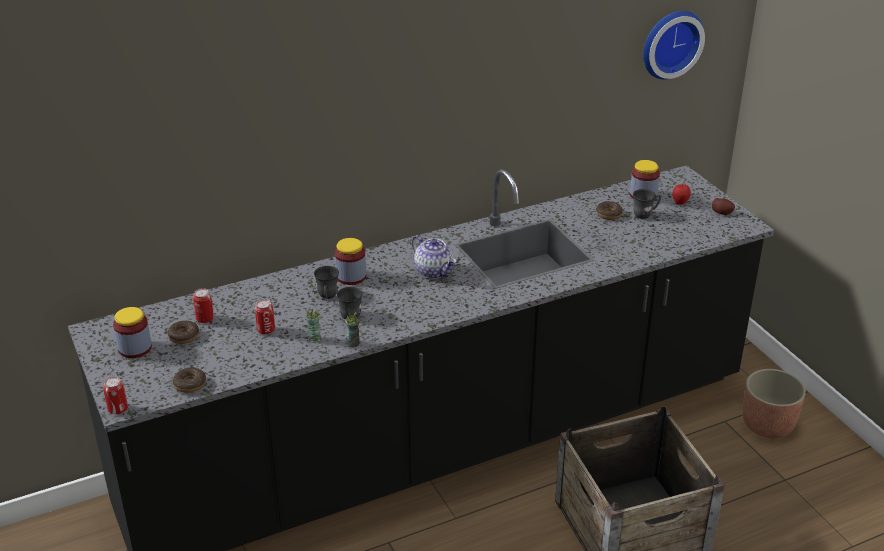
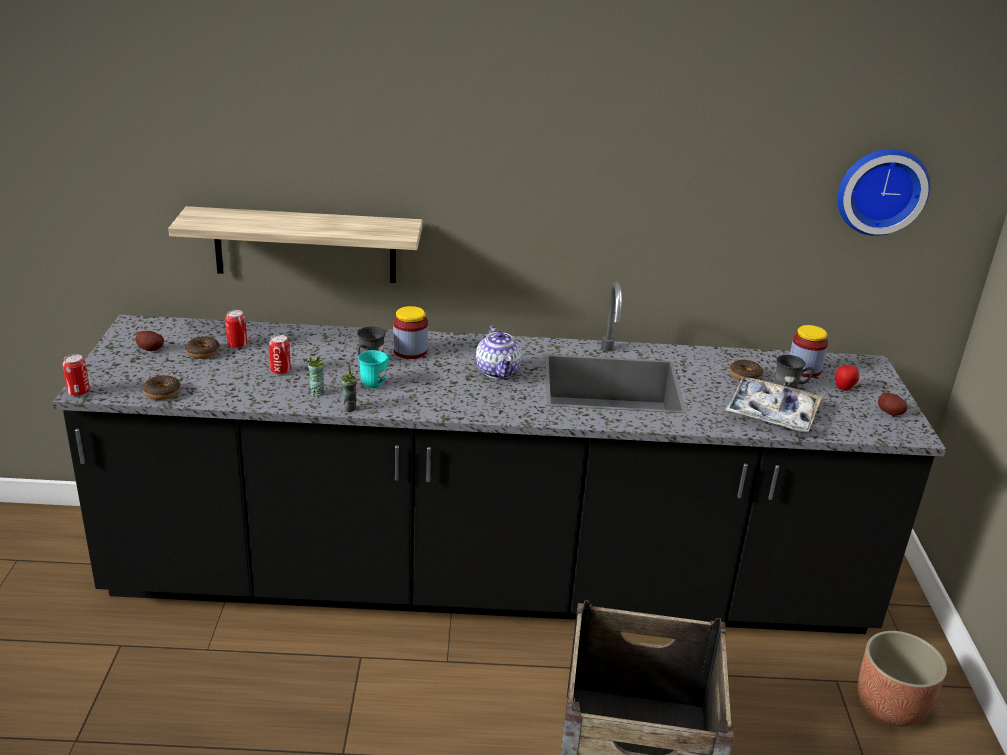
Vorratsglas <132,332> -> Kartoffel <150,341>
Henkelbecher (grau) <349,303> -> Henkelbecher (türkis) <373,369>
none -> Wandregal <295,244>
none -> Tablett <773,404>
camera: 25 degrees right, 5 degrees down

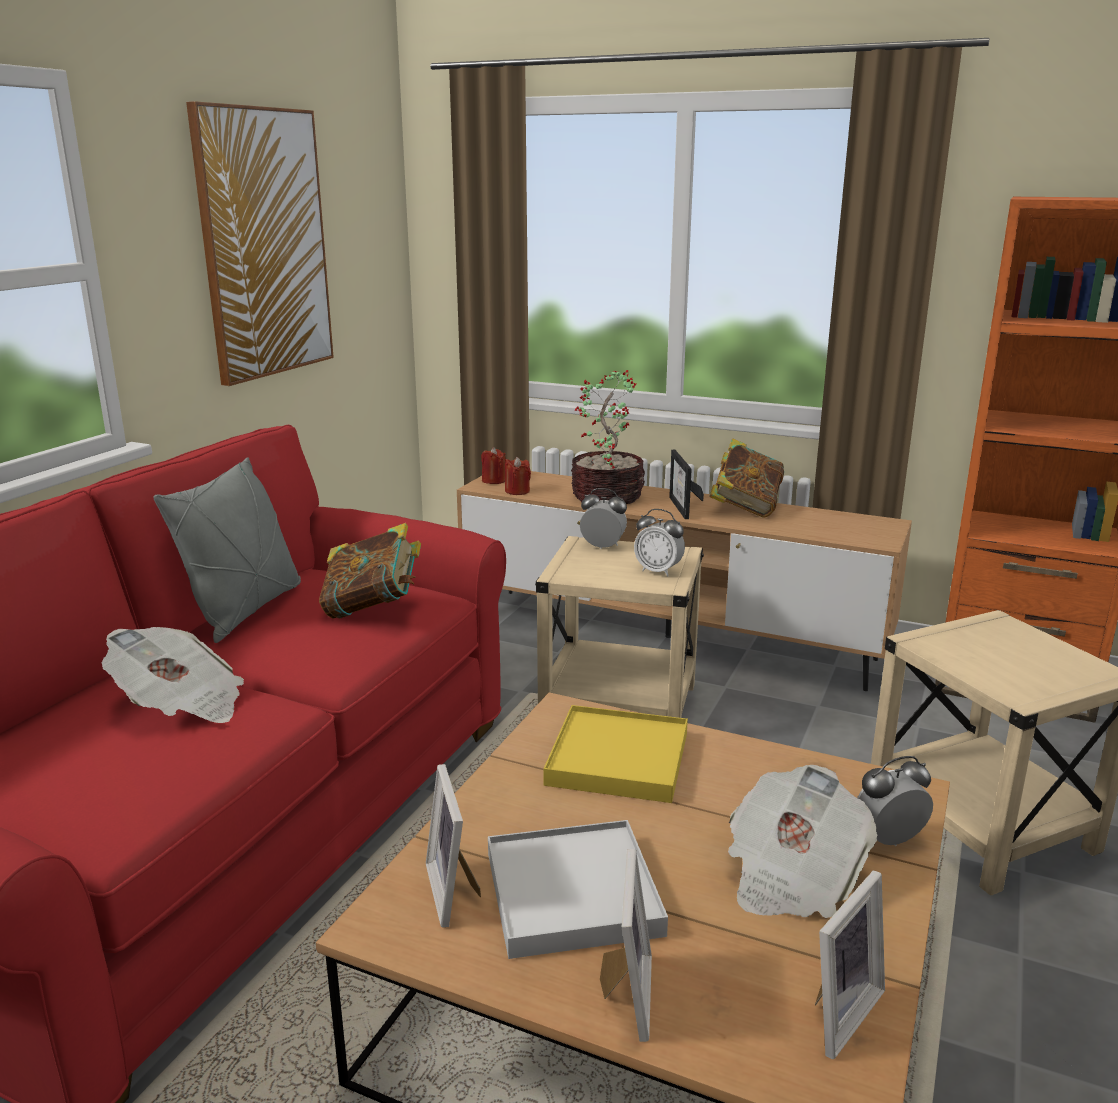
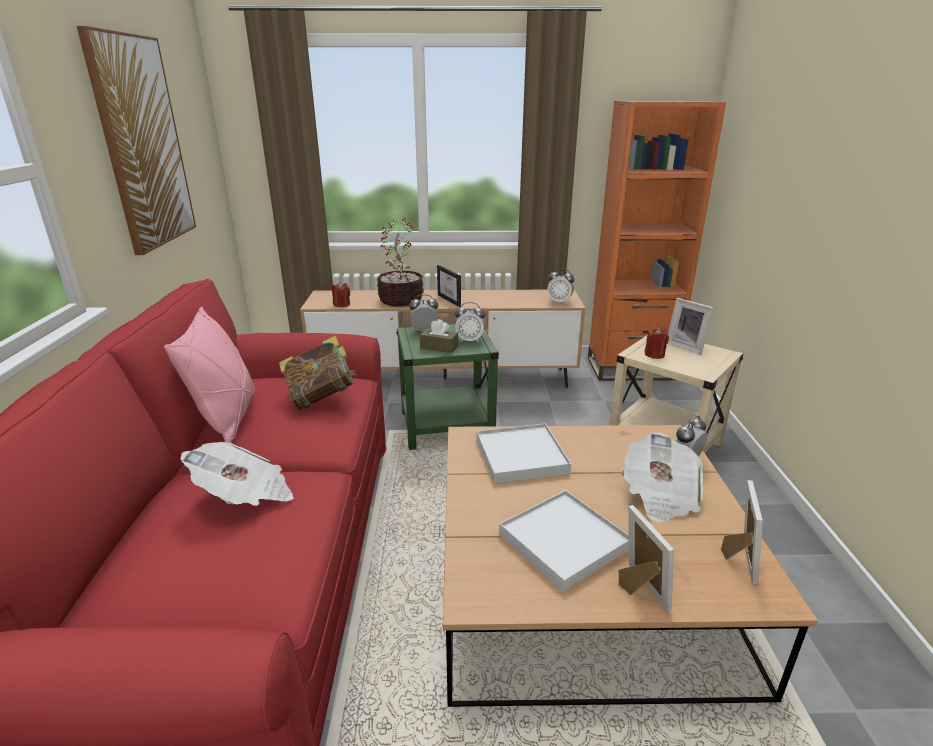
Kissen (grau) <227,550> -> Kissen (rosa) <209,375>
Bilderrahmen <453,846> -> Bilderrahmen <691,326>, relocated
Kerze (rot) <493,465> -> Kerze (rot) <657,343>, relocated
Beistelltisch (beige) <619,627> -> Beistelltisch (grün) <447,387>
Tablett (gelb) <615,754> -> Tablett (weiß) <523,453>
Buch <746,478> -> none
none -> Taschentuchbox (braun) <439,336>
none -> Wecker <561,286>
camera: 25 degrees left, 5 degrees up

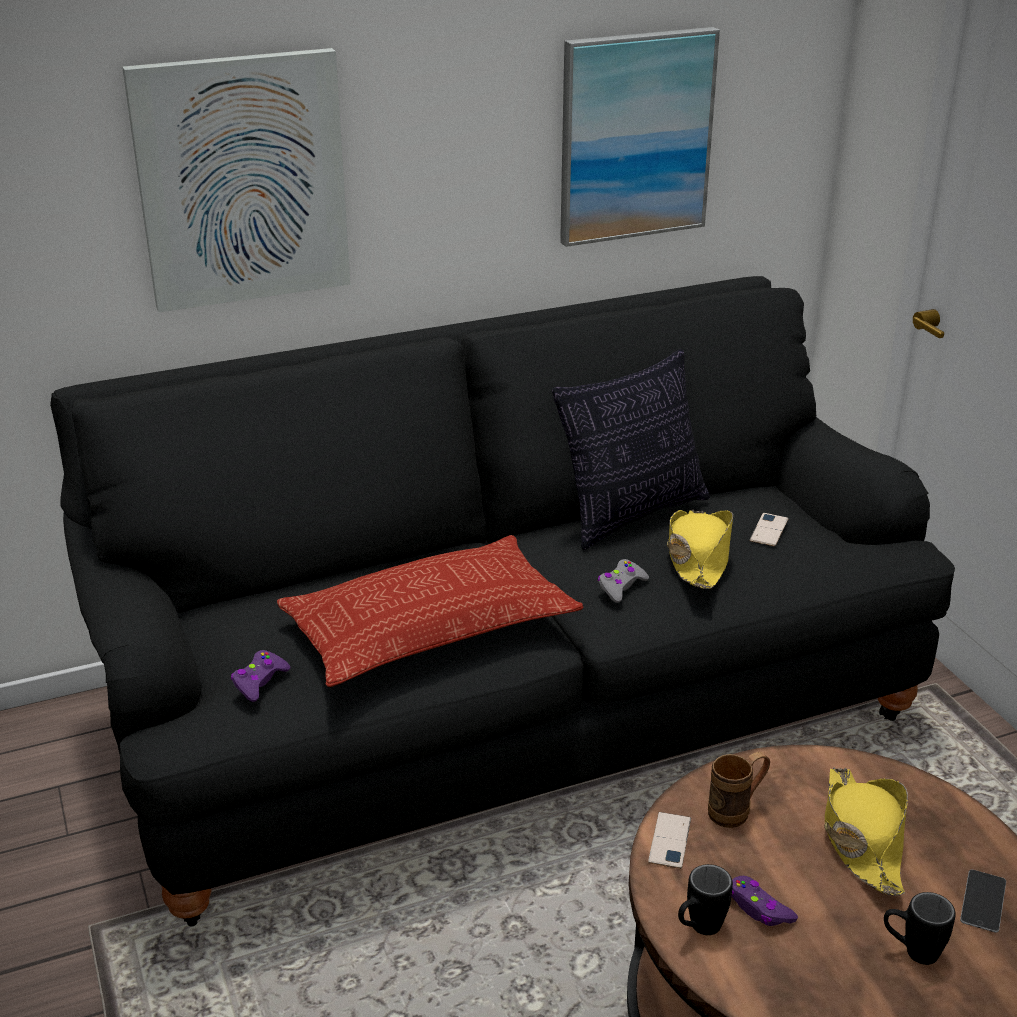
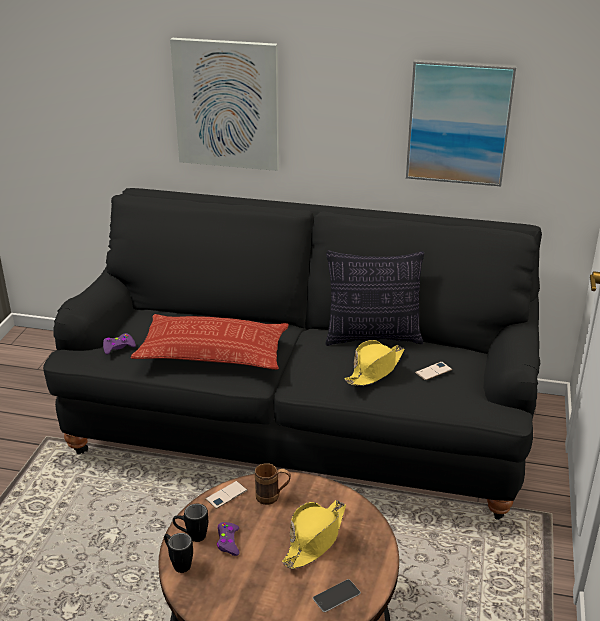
Gamepad (grau) <623,581> -> none
Henkelbecher (schwarz) <920,928> -> Henkelbecher (schwarz) <178,553>, relocated
camera: 35 degrees right, 0 degrees up

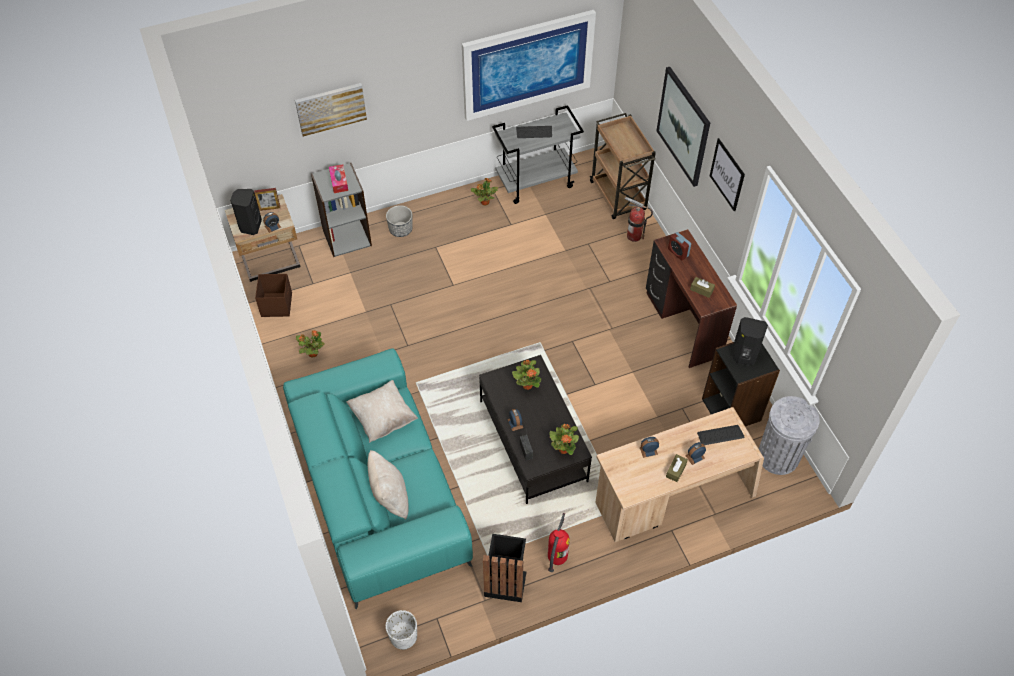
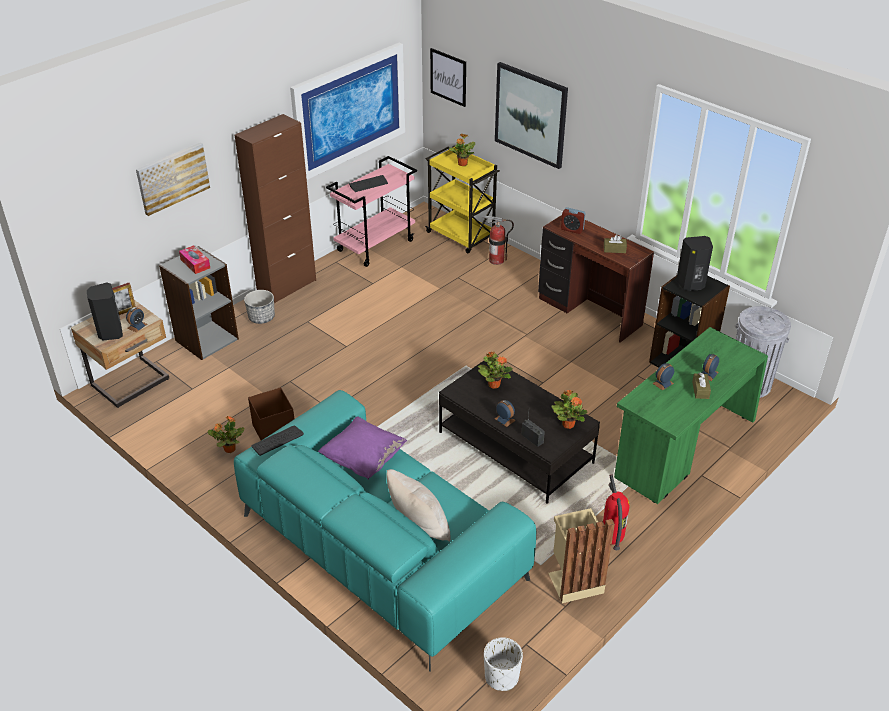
Aufbewahrungsbox (braun) <273,295> -> Aufbewahrungsbox (braun) <271,413>, relocated
Kissen (beige) <382,411> -> Kissen (lila) <362,447>
Topfpflanze <484,192> -> Topfpflanze <462,149>, relocated
Mülleimer (schwarz) <504,568> -> Mülleimer (beige) <581,555>
Rollwagen (grau) <538,154> -> Rollwagen (rosa) <371,211>
Rollwagen (braun) <623,166> -> Rollwagen (gelb) <462,199>
Schreibtisch (beige) <679,474> -> Schreibtisch (grün) <691,415>
Tastatur <720,435> -> Tastatur <277,441>, relocated
Bild <727,174> -> Bild <448,77>, relocated
none -> Schrank (braun) <275,208>
camera: 25 degrees left, 15 degrees down

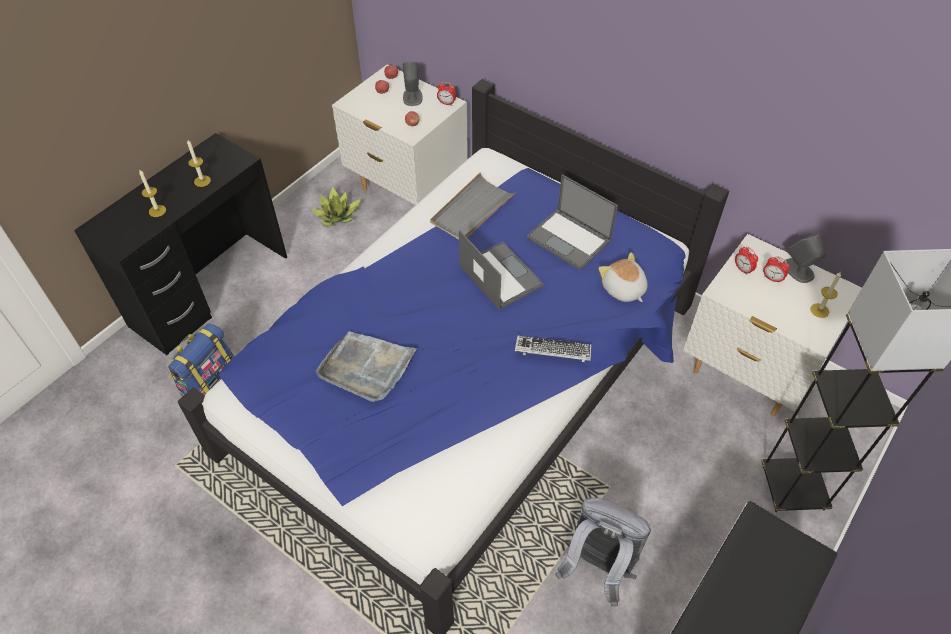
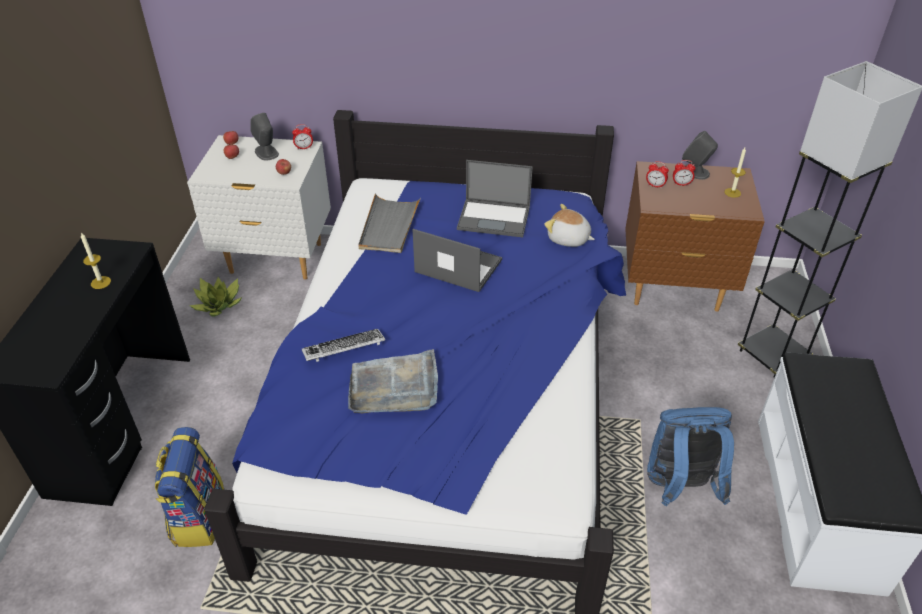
Kerze <152,193> -> none
Tastatur <553,349> -> Tastatur <343,345>, relocated
Rucksack (grau) <603,552> -> Rucksack (blau) <690,456>
Nachttisch (weiß) <772,325> -> Nachttisch (braun) <695,236>
camera: 30 degrees left, 10 degrees down

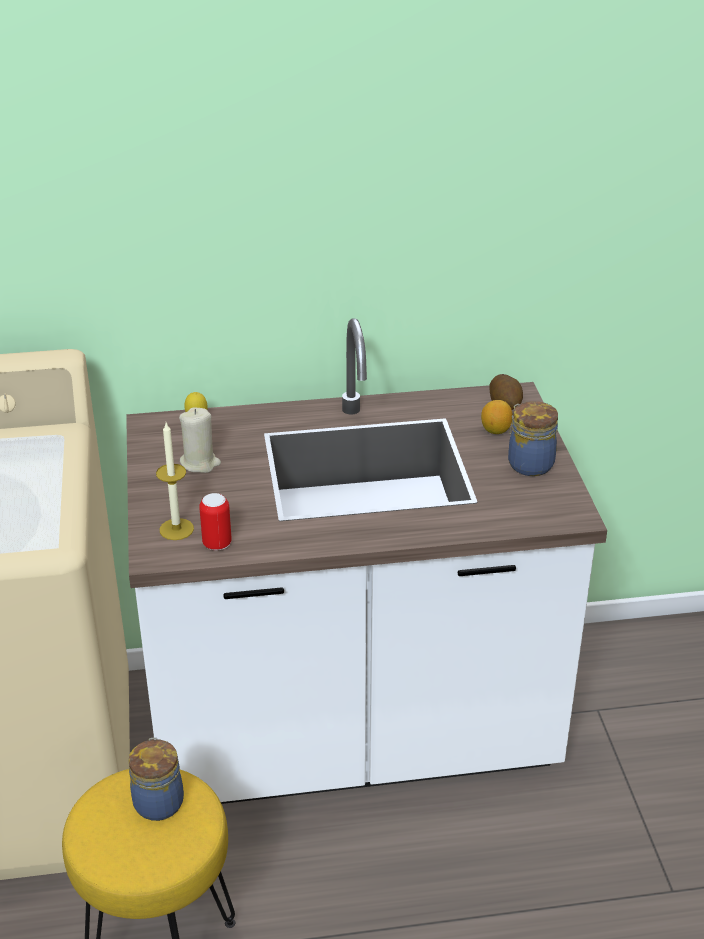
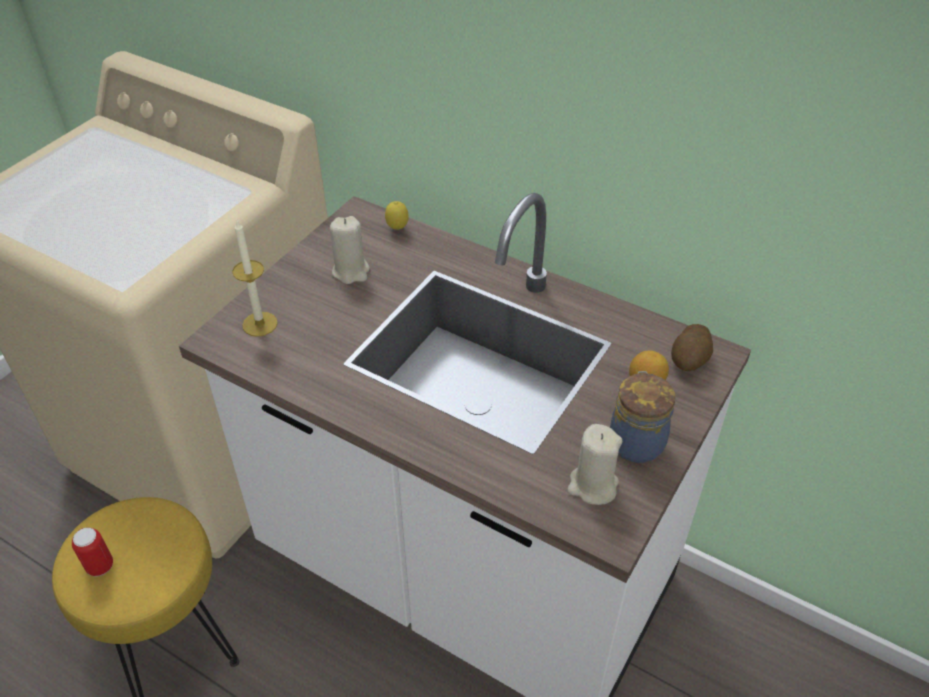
Vorratsglas <156,779> -> none
Dose <215,521> -> Dose <92,552>, relocated
none -> Kerze (beige) <595,464>
camera: 40 degrees right, 10 degrees up

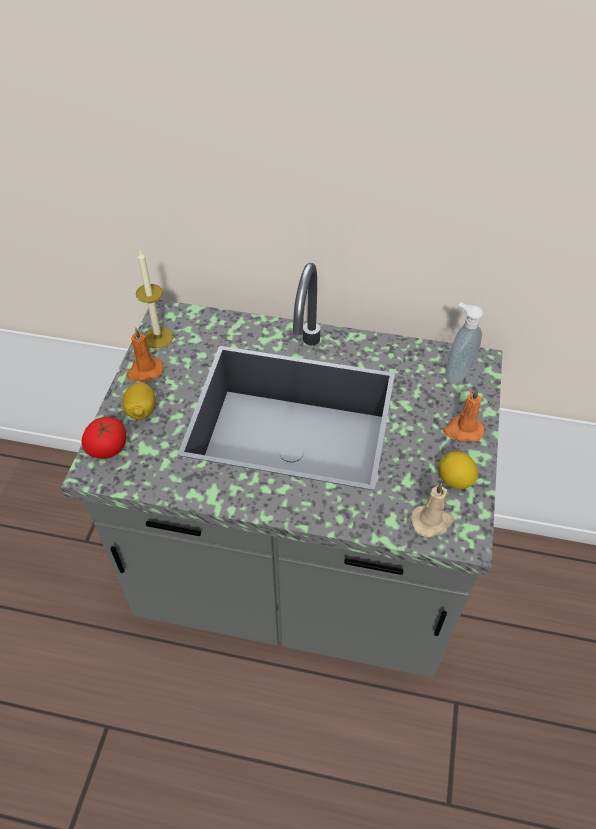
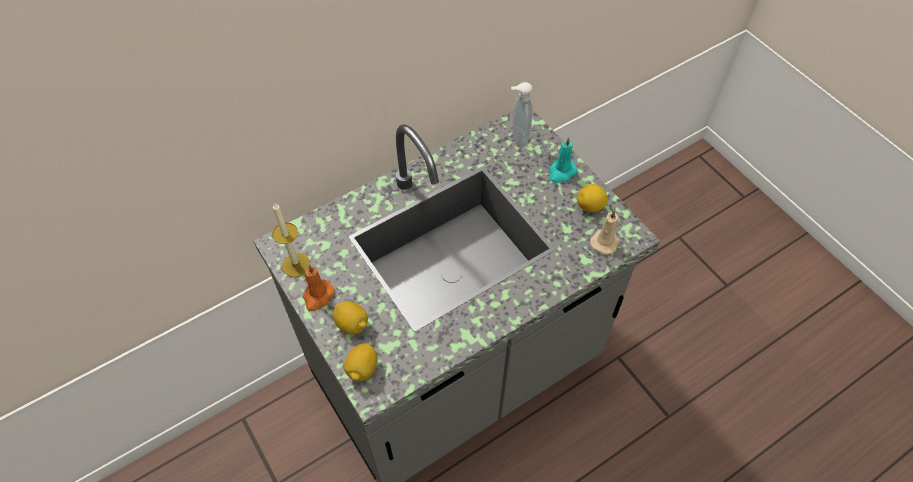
Tomate <104,438> -> Zitrone <360,362>
Kerze (orange) <463,415> -> Kerze (türkis) <563,160>
camera: 45 degrees left, 5 degrees up

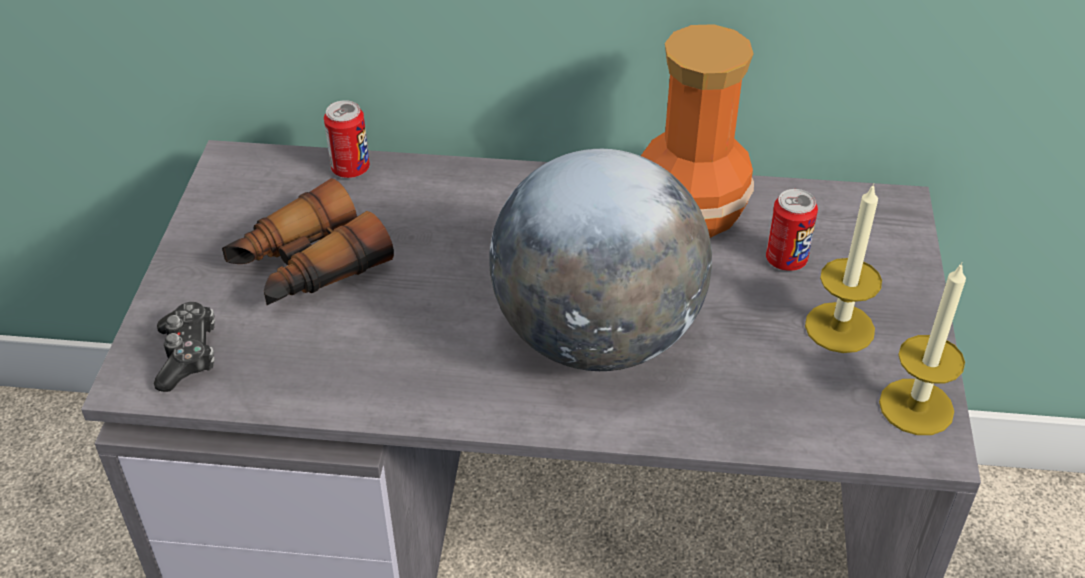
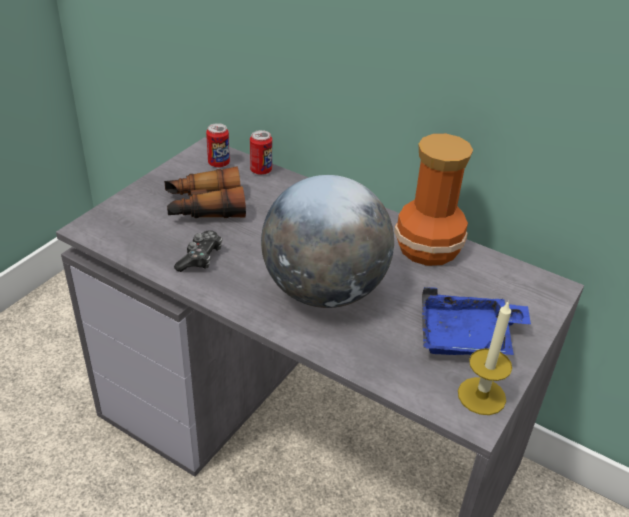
Gamepad <184,347> -> Gamepad <198,251>, relocated
Dose <792,230> -> Dose <218,145>, relocated
Kerze <843,268> -> Tablett (blau) <476,321>
camera: 25 degrees right, 5 degrees down

